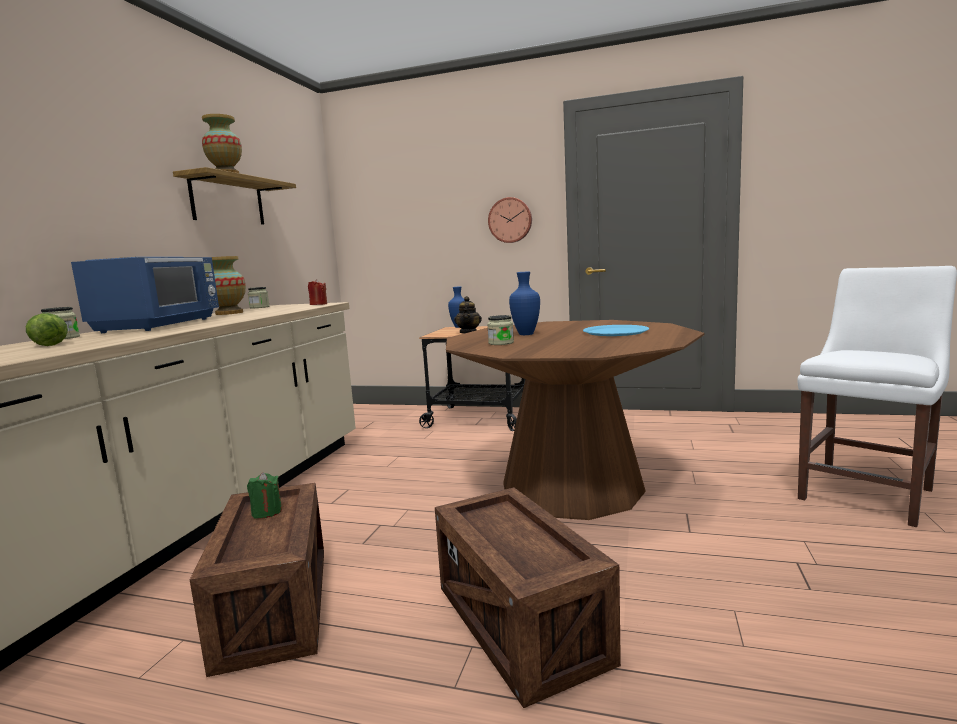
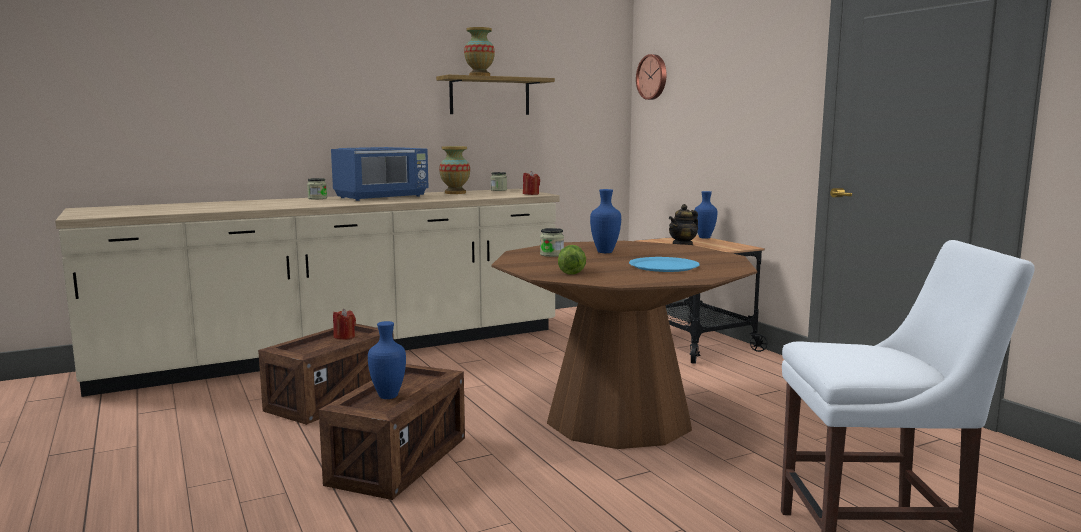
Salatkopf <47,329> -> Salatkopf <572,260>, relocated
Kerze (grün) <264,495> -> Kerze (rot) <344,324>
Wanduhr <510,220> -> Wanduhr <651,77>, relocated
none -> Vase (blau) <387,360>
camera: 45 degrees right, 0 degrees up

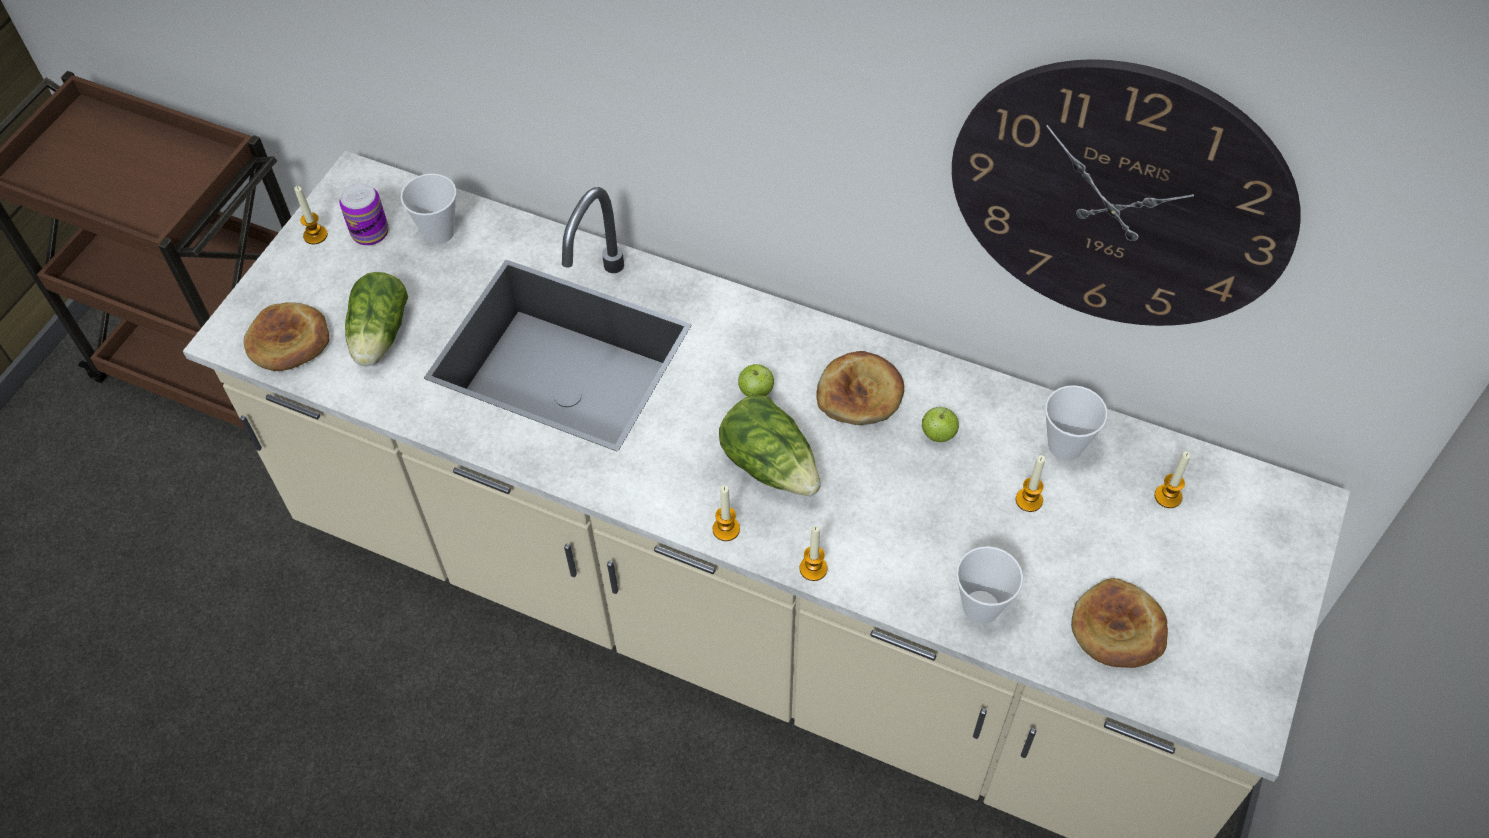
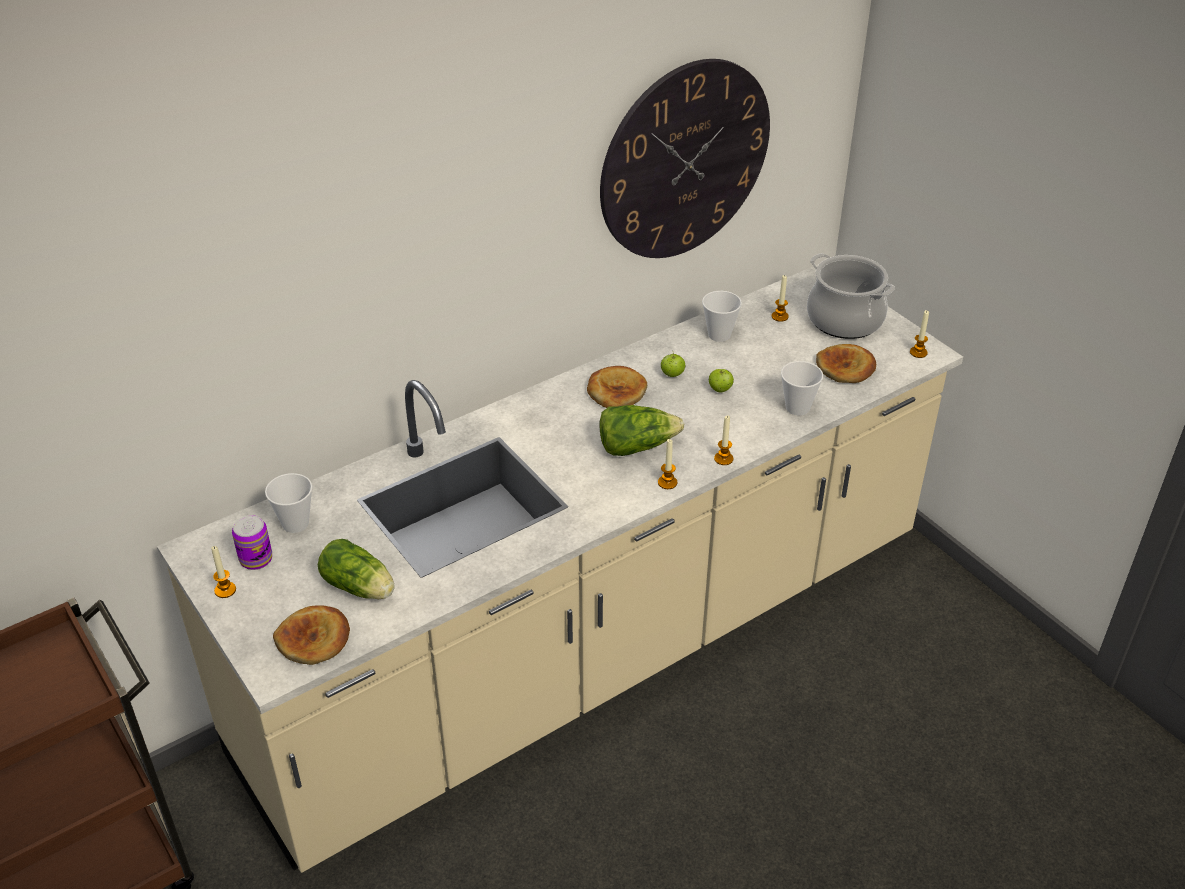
Apfel <756,380> -> Apfel <721,380>, relocated
Kerze <1030,483> -> Kerze <919,334>, relocated
none -> Kochtopf <851,296>
camera: 60 degrees left, 15 degrees down

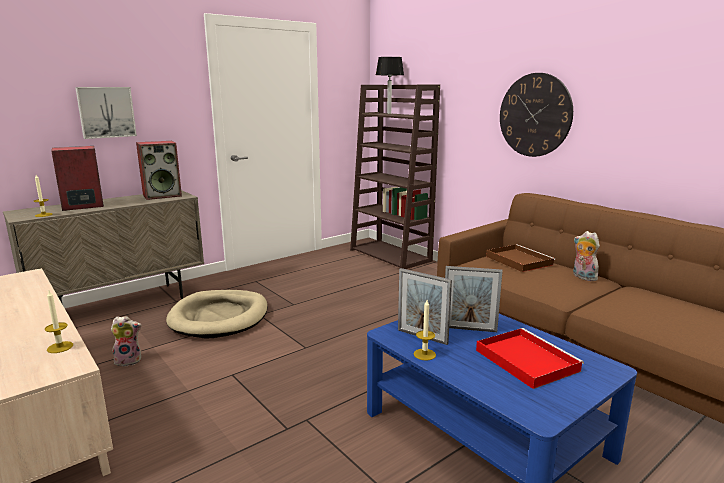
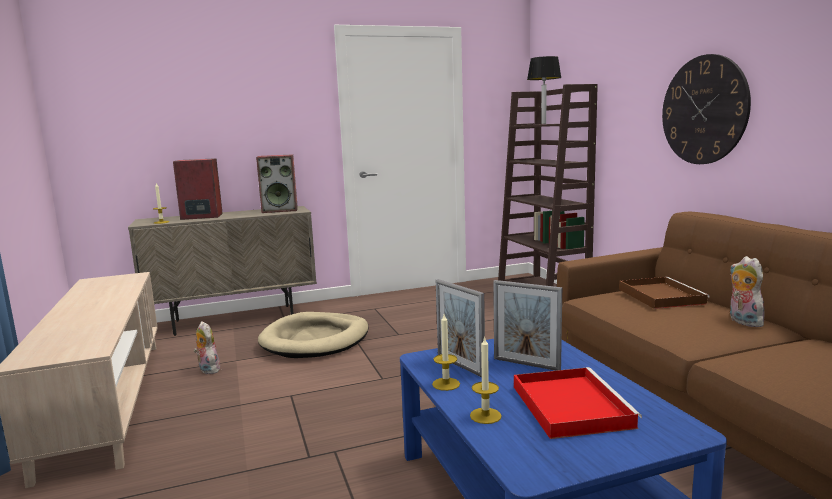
Kerze <59,322> -> Kerze <486,380>, relocated
Bild <106,113> -> none
Plüschtier <126,341> -> Plüschtier <207,347>, 135 degrees counterclockwise
camera: 20 degrees right, 5 degrees down

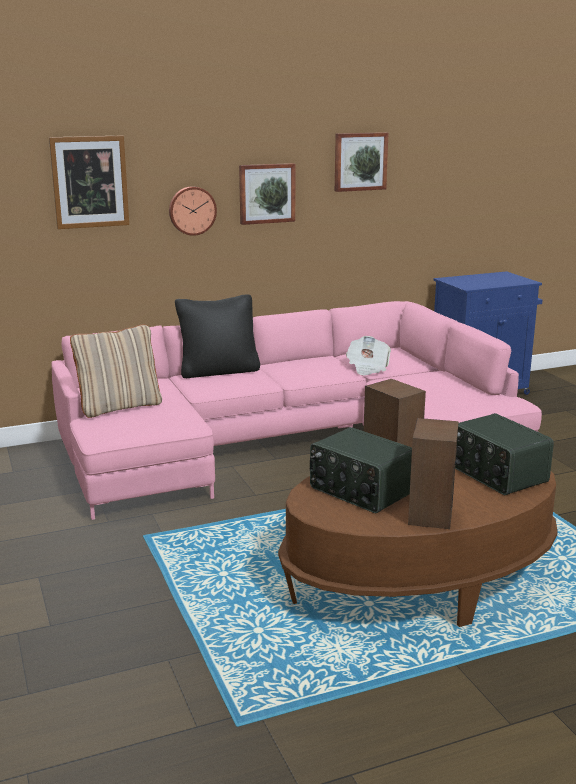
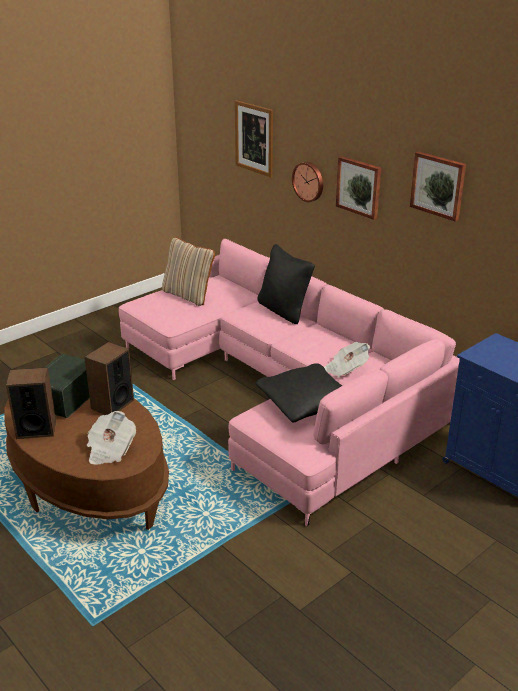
Radio <504,454> -> Zeitung <111,438>
none -> Kissen (schwarz) <298,393>
camera: 70 degrees right, 10 degrees up

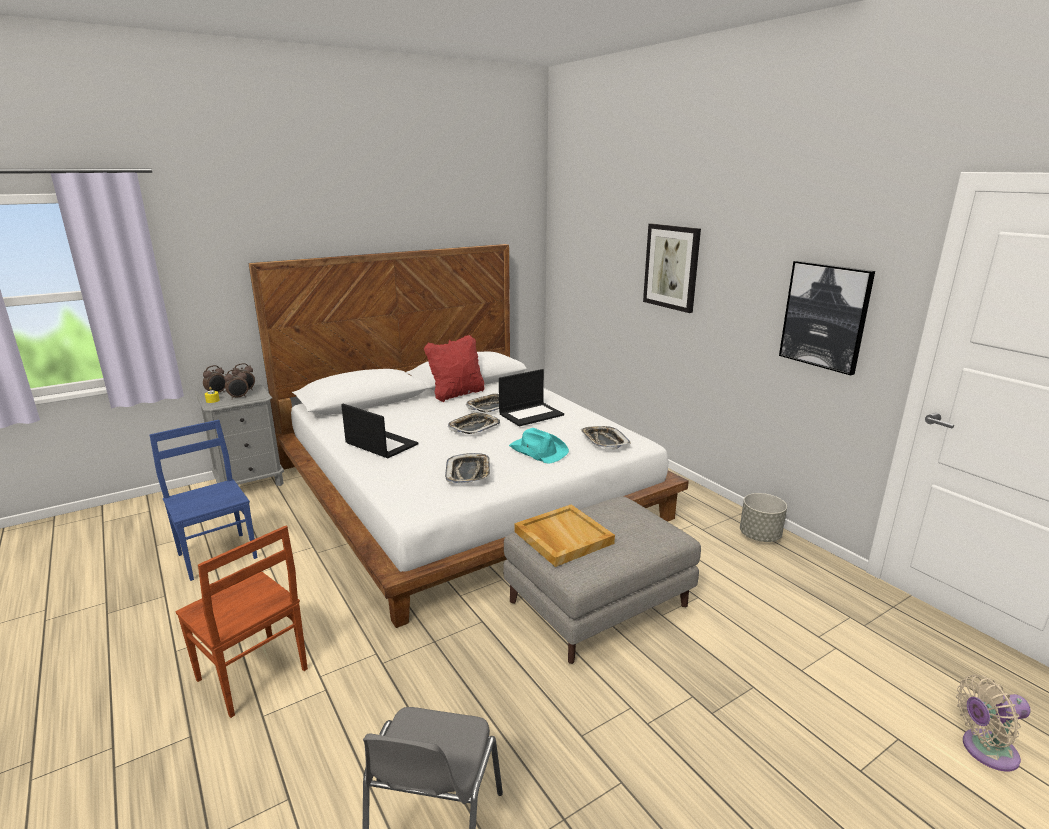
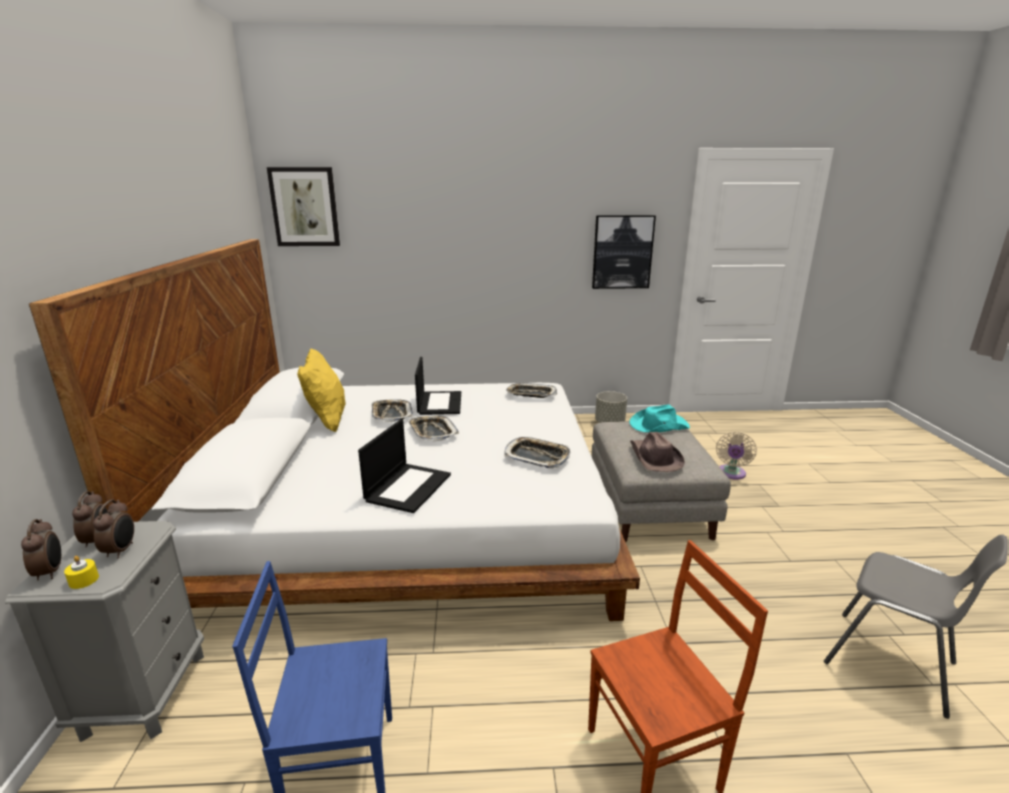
Laptop <379,431> -> Laptop <404,466>, 135 degrees clockwise
Kissen (rot) <454,368> -> Kissen (gelb) <321,390>
Hut (türkis) <539,446> -> Hut (türkis) <659,418>, relocated
Tablett (beige) <565,535> -> Hut (braun) <657,452>
Bild <672,268> -> Bild <303,206>, relocated
Ventilator (beige) <993,723> -> Ventilator (beige) <736,456>, relocated
camera: 60 degrees left, 0 degrees up

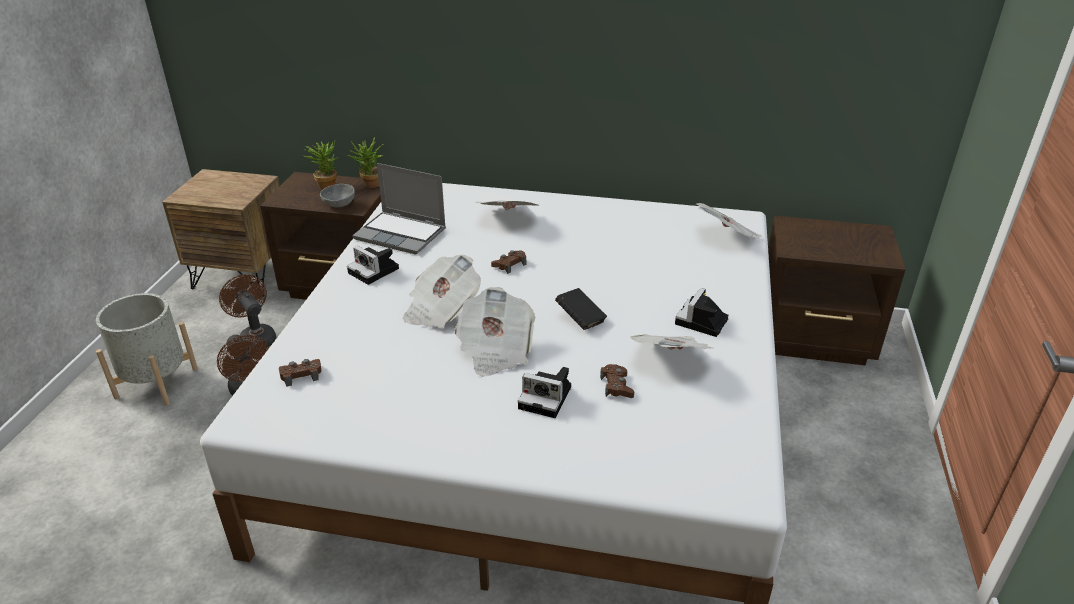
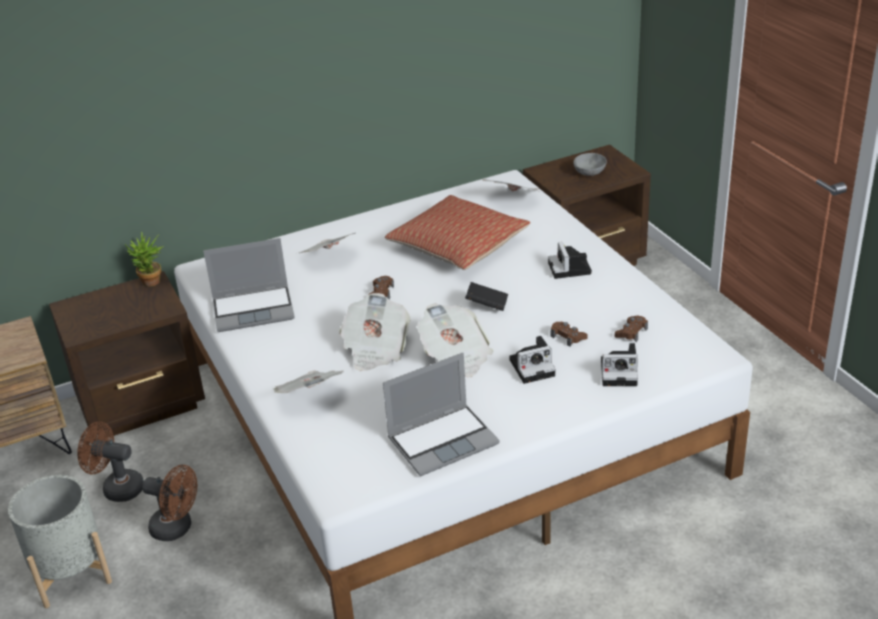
Gamepad (braun) <300,373> -> Gamepad (braun) <631,328>, relocated
Topfpflanze <322,165> -> none
Schüssel (grau) <337,195> -> Schüssel (grau) <590,164>, relocated
Kamera <373,265> -> Kamera <619,364>, relocated
Zeitung <671,342> -> Zeitung <308,382>, relocated
none -> Laptop <441,414>
none -> Kissen <457,232>
camera: 35 degrees left, 0 degrees up

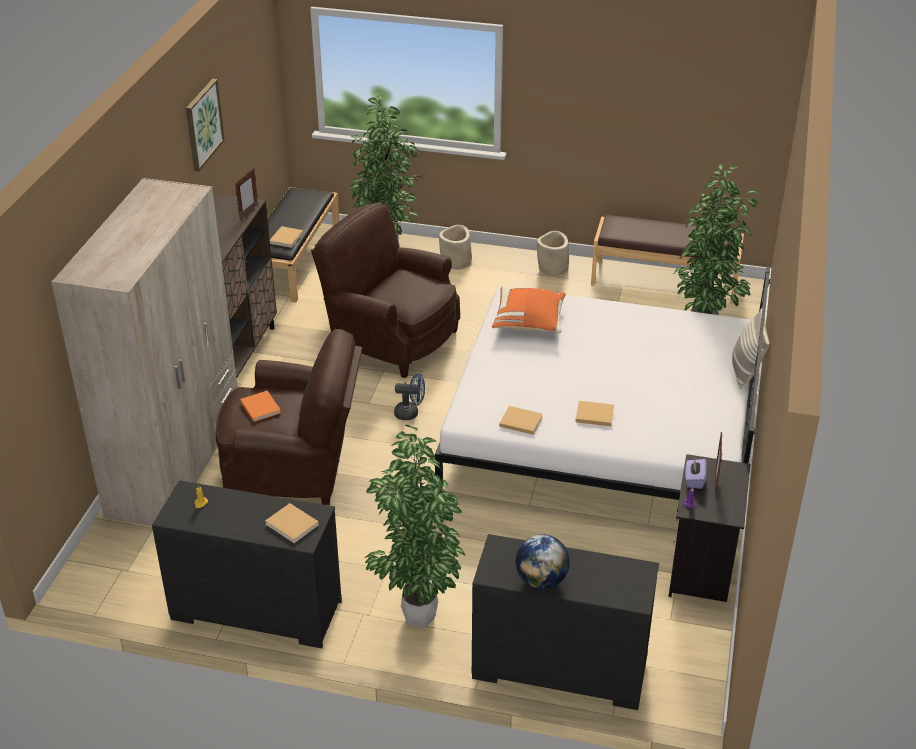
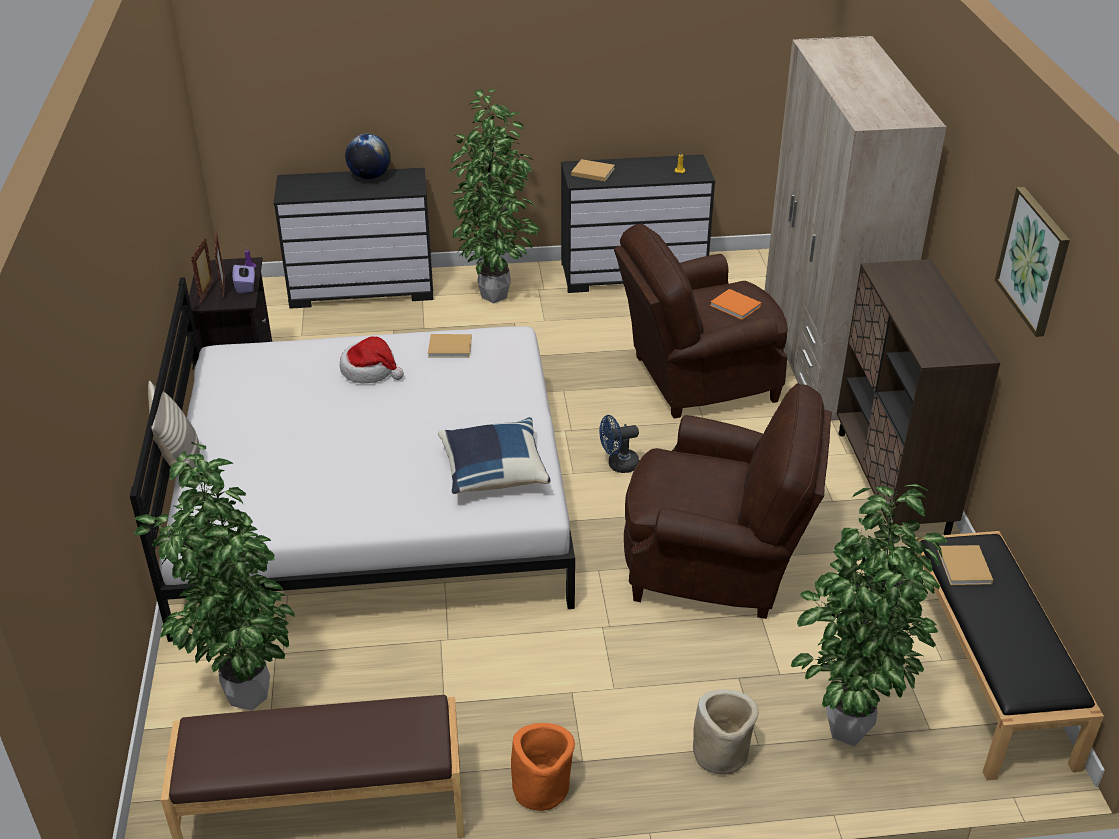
Bilderrahmen <246,193> -> Bilderrahmen <202,270>, relocated
Kissen (orange) <529,309> -> Kissen (blau) <494,455>
Pflanzkübel (beige) <553,253> -> Pflanzkübel (orange) <543,767>
Buch (beige) <594,413> -> Hut <372,359>
camera: 160 degrees right, 0 degrees up

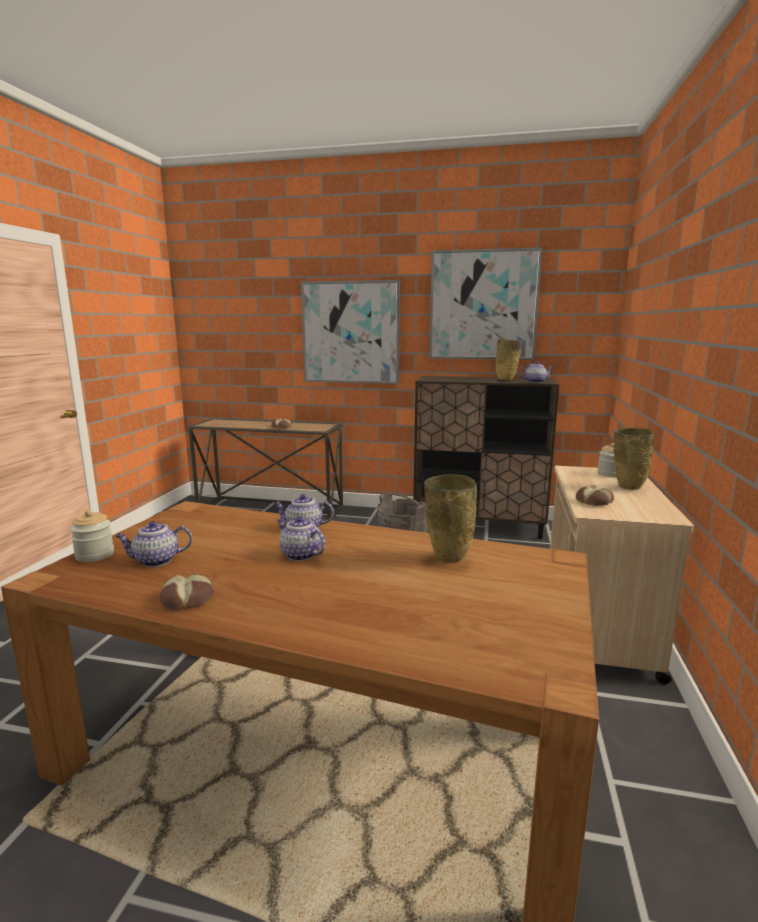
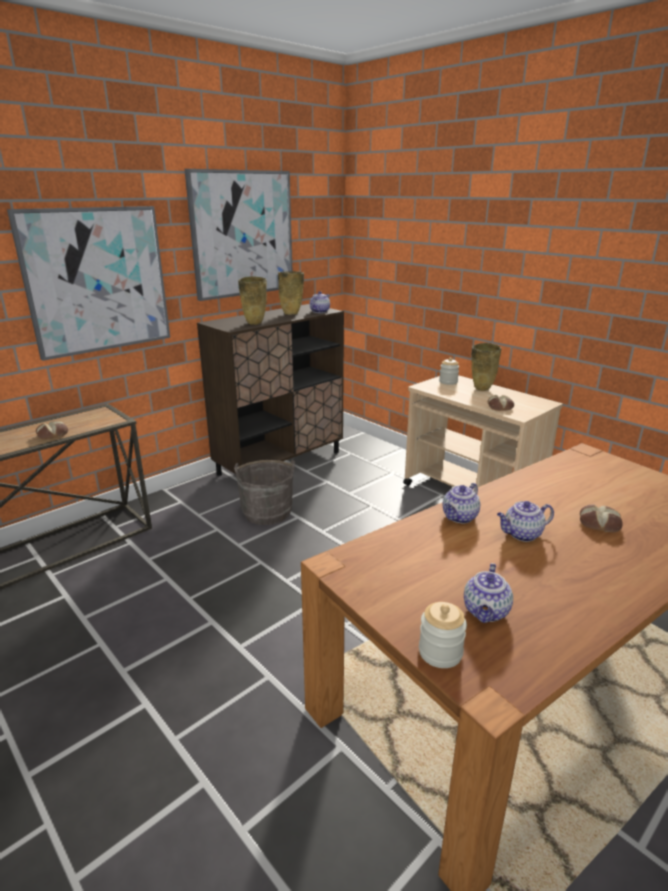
Brot <187,592> -> Brot <601,518>, relocated
Vase (beige) <450,518> -> Vase (beige) <252,300>, relocated
camera: 55 degrees left, 10 degrees up

